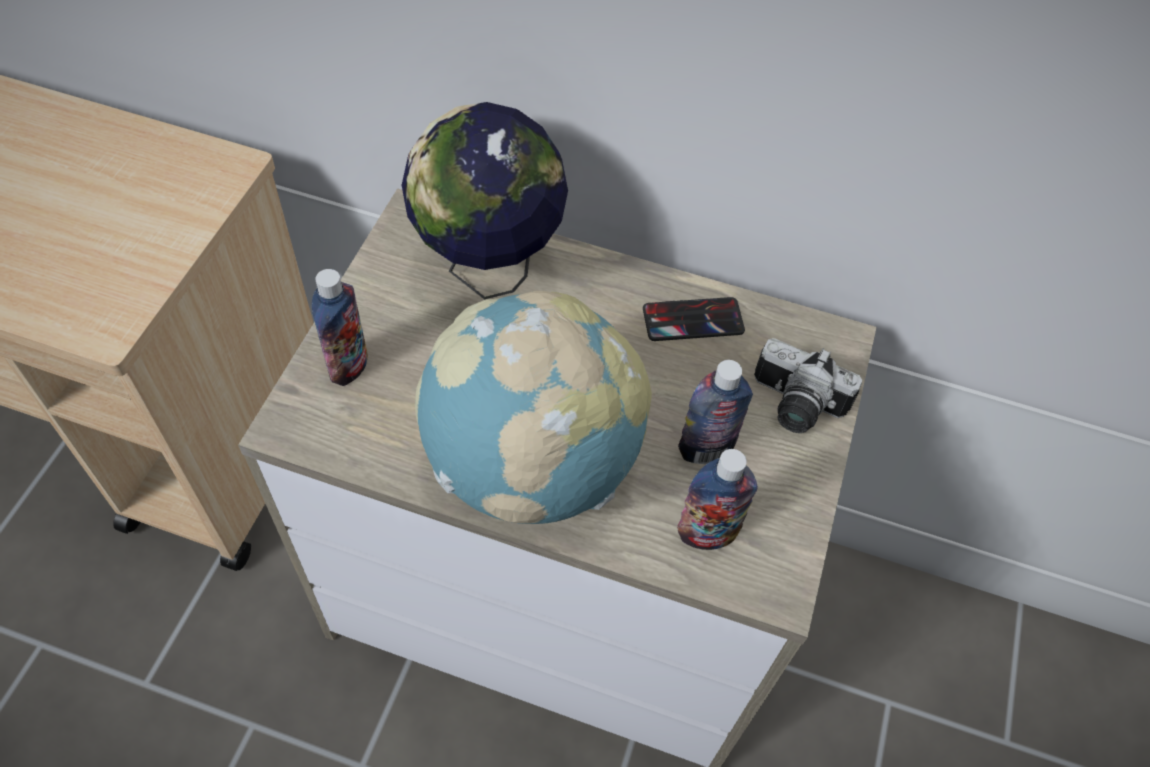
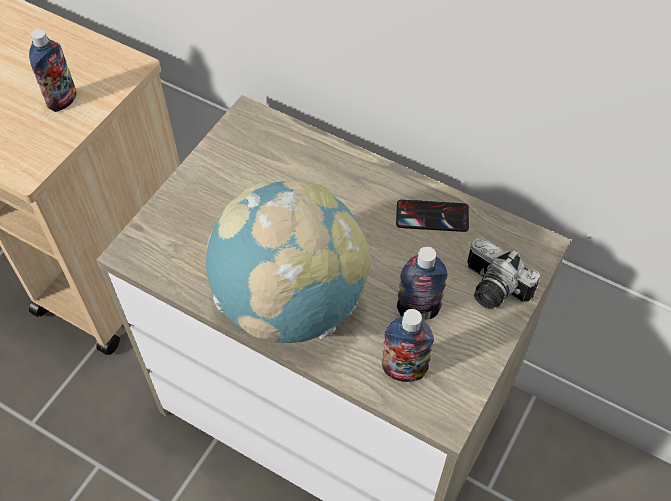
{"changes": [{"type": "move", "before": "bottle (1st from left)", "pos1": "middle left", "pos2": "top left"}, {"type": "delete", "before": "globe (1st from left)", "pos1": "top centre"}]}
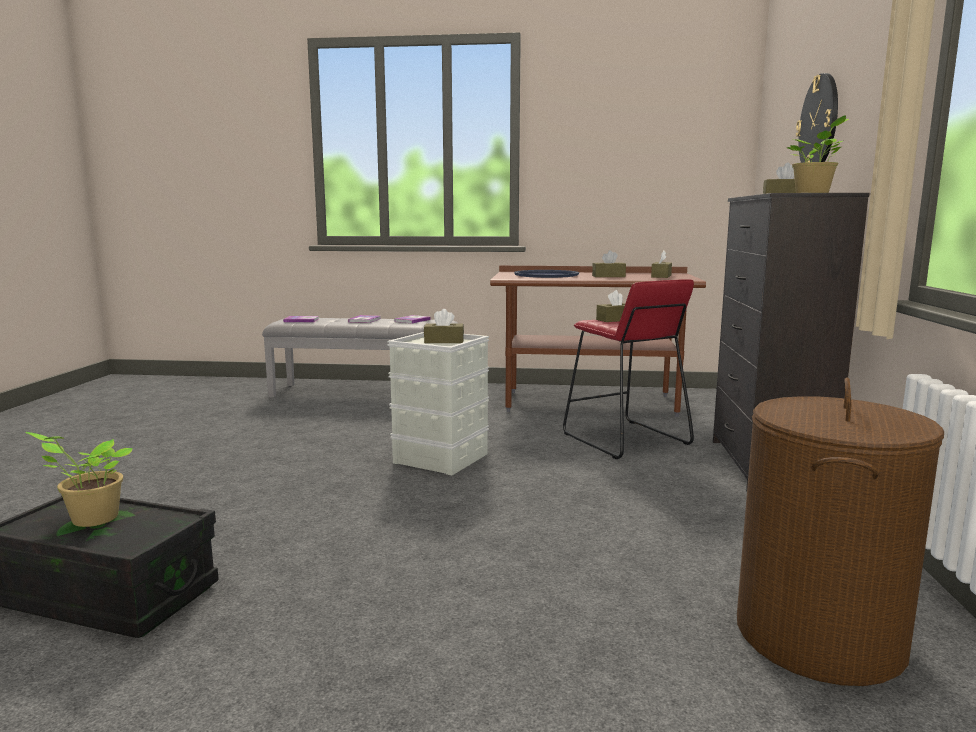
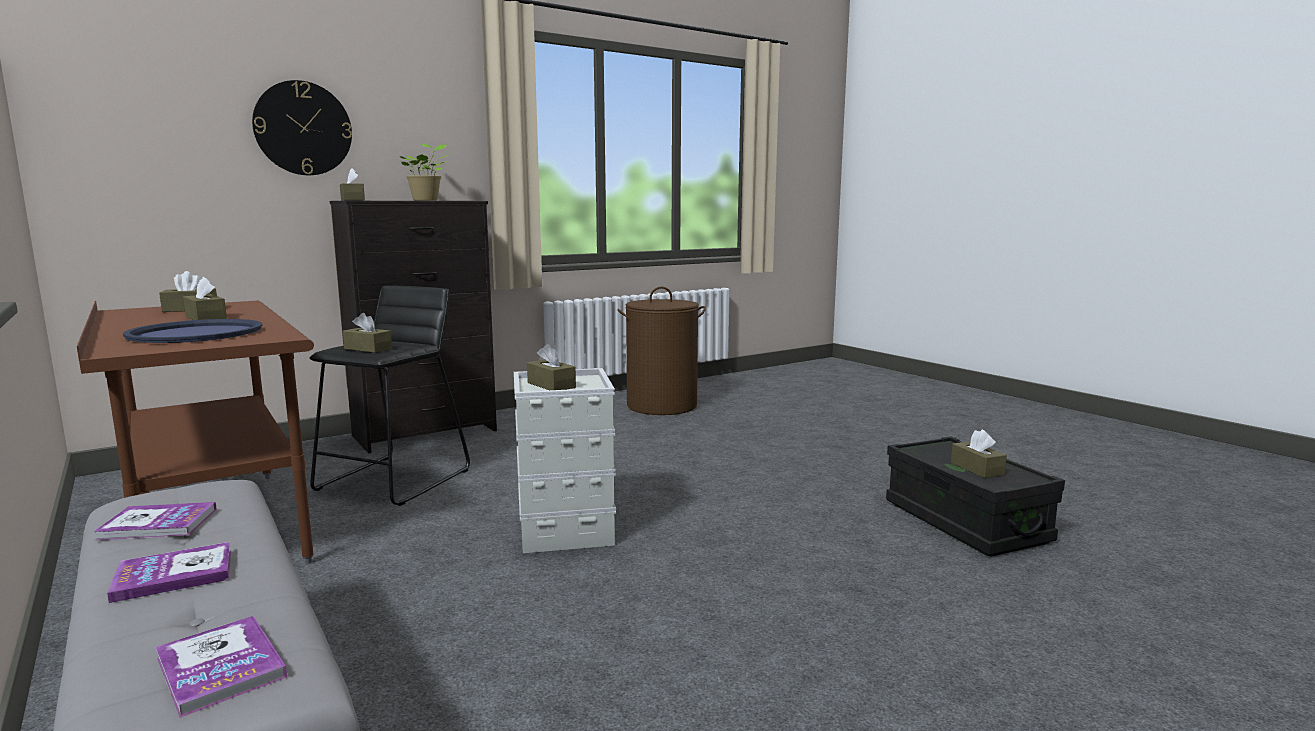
{"changes": [{"type": "replace", "before": "potted plant (1st from left)", "after": "brown tissue box (6th from left)", "pos1": "middle left", "pos2": "middle right"}, {"type": "recolor", "before": "red stool", "after": "black stool", "pos1": "centre", "pos2": "middle left"}]}
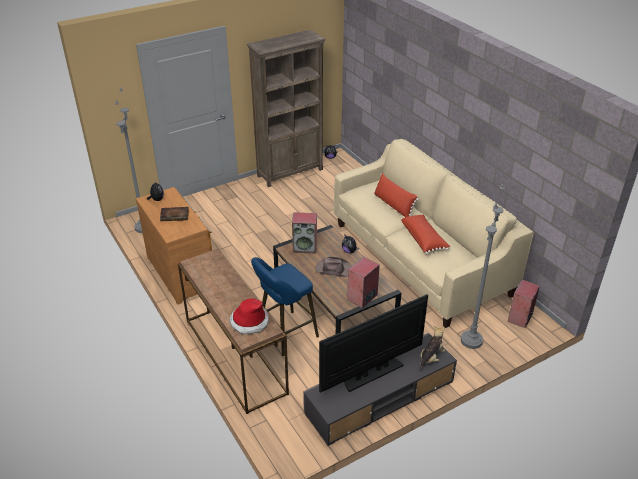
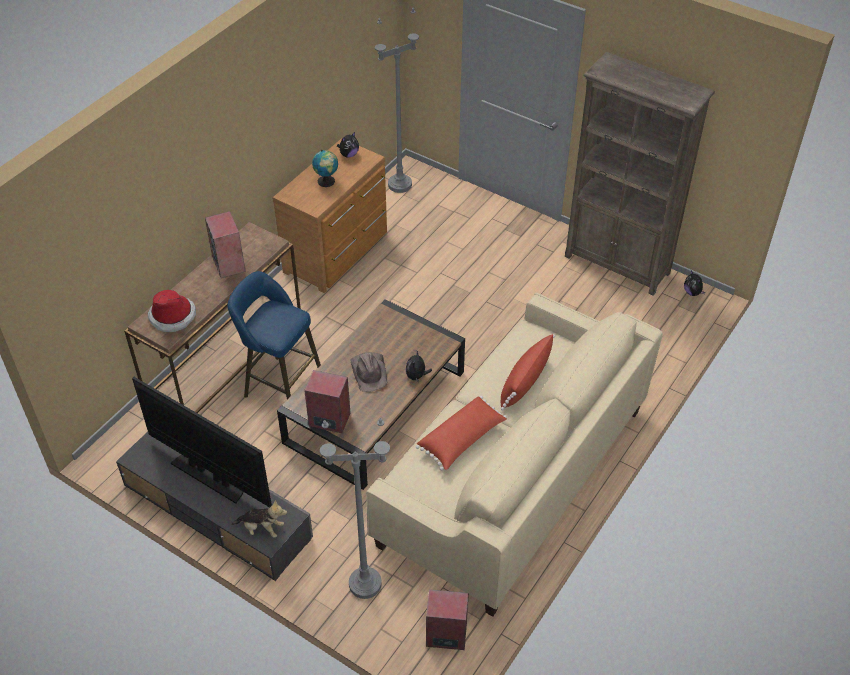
{"changes": [{"type": "replace", "before": "book", "after": "globe", "pos1": "middle left", "pos2": "top centre"}, {"type": "move", "before": "speaker (1st from left)", "pos1": "centre", "pos2": "middle left"}]}
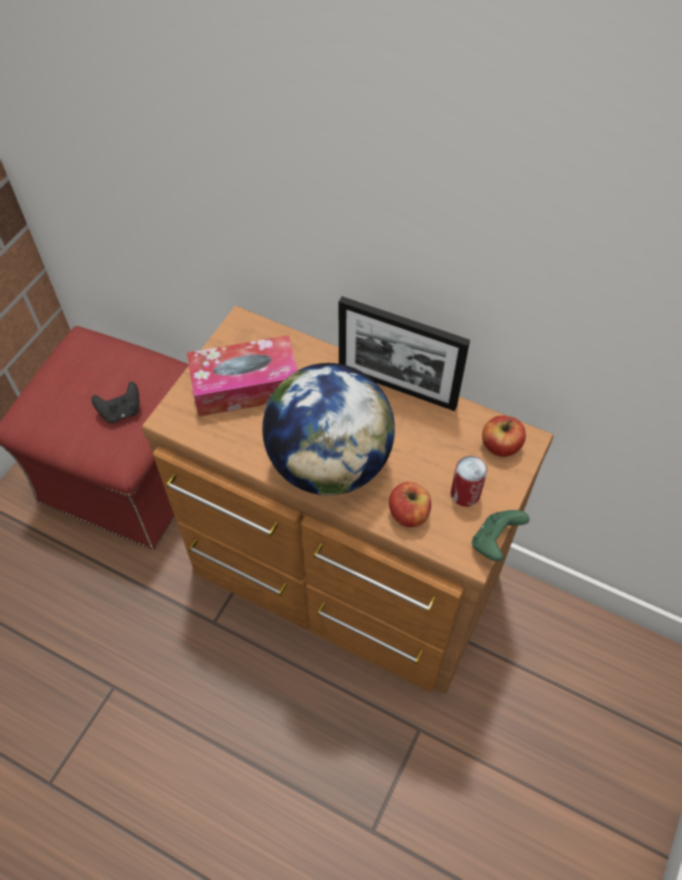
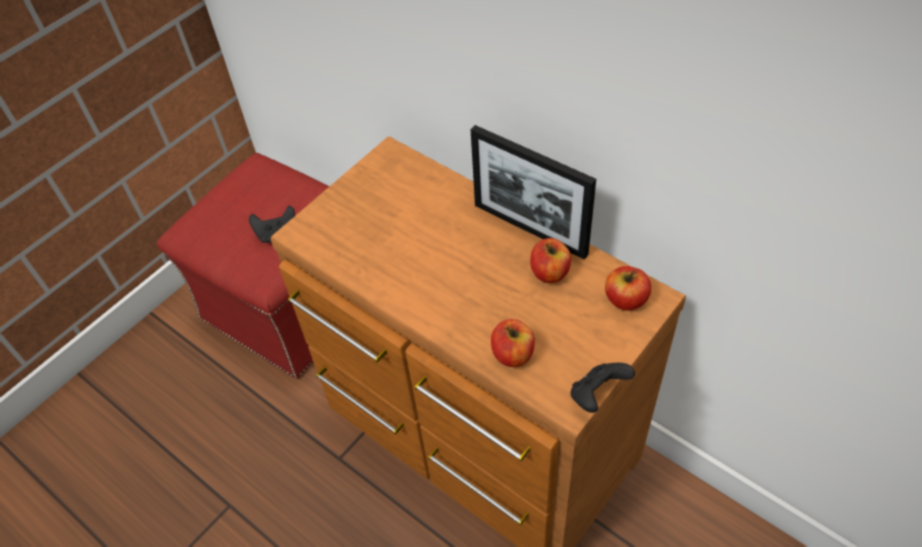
{"changes": [{"type": "delete", "before": "tissue box", "pos1": "centre"}, {"type": "delete", "before": "globe", "pos1": "centre"}, {"type": "delete", "before": "can", "pos1": "middle right"}, {"type": "recolor", "before": "green game controller", "after": "black game controller (2nd from left)", "pos1": "middle right", "pos2": "bottom centre"}, {"type": "insert", "after": "apple (2nd from left)", "pos2": "centre"}]}
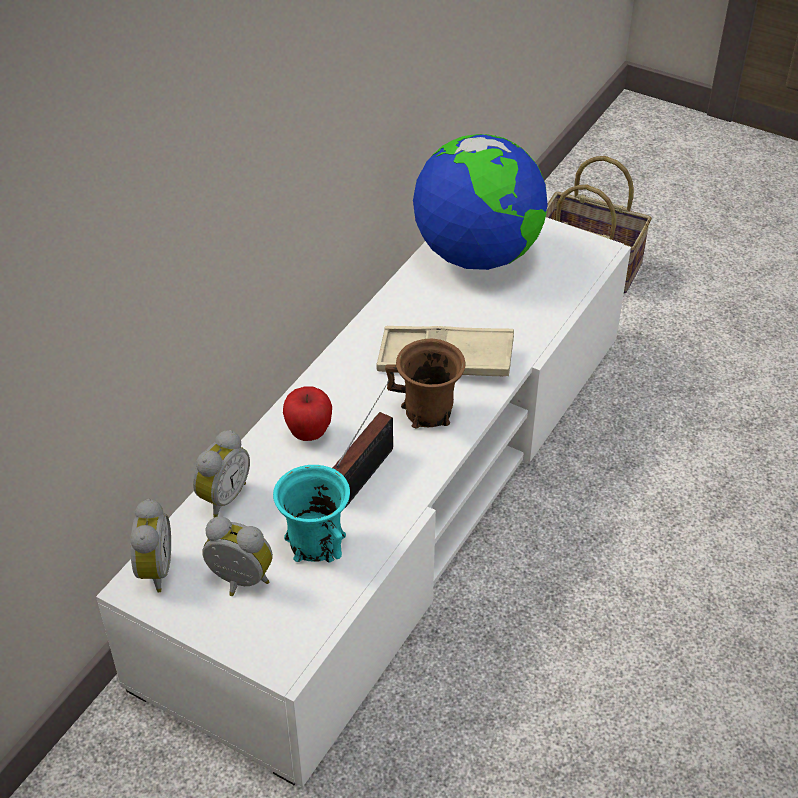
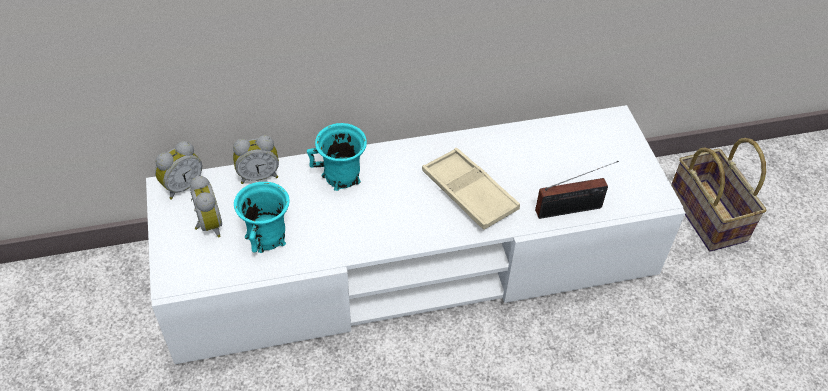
{"changes": [{"type": "replace", "before": "apple", "after": "turquoise mug (2nd from left)", "pos1": "centre", "pos2": "centre"}, {"type": "move", "before": "radio", "pos1": "centre", "pos2": "middle right"}, {"type": "delete", "before": "brown mug", "pos1": "centre"}, {"type": "delete", "before": "globe", "pos1": "top centre"}]}
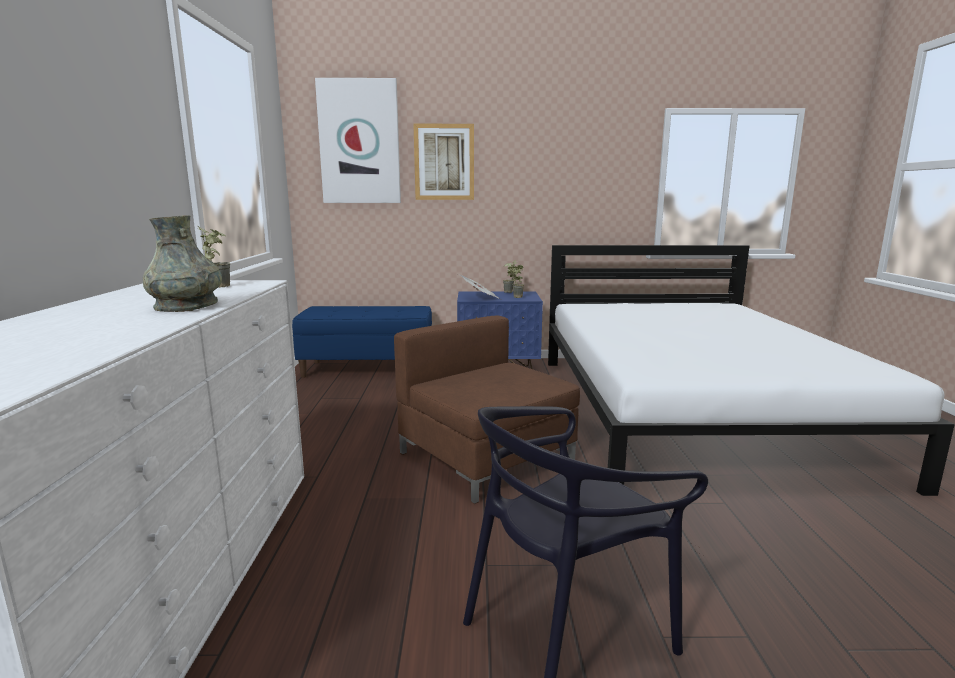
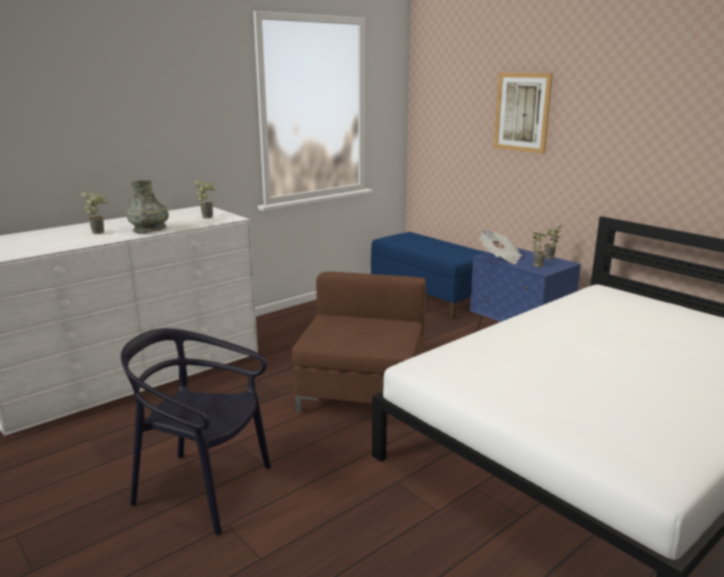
{"changes": [{"type": "delete", "before": "picture (1st from left)", "pos1": "top centre"}, {"type": "insert", "after": "potted plant (1st from left)", "pos2": "middle left"}]}
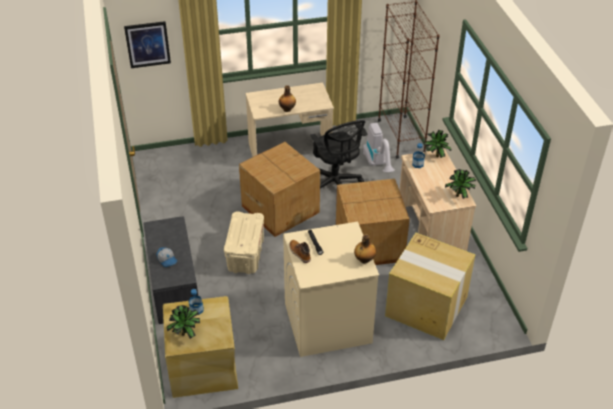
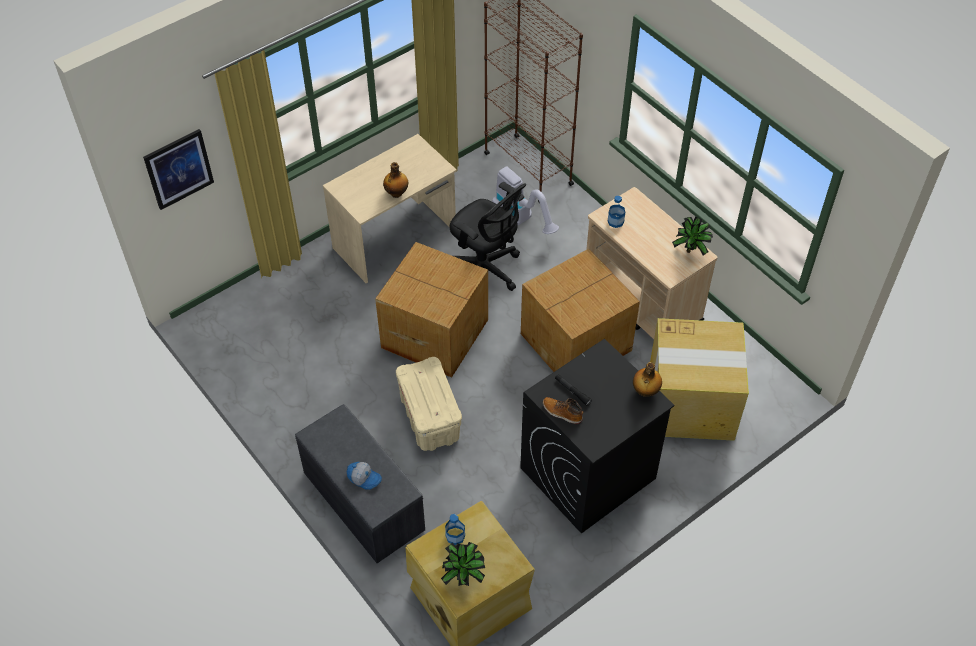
{"changes": [{"type": "recolor", "before": "beige washing machine", "after": "black washing machine", "pos1": "bottom centre", "pos2": "bottom centre"}, {"type": "delete", "before": "potted plant (2nd from left)", "pos1": "middle right"}]}
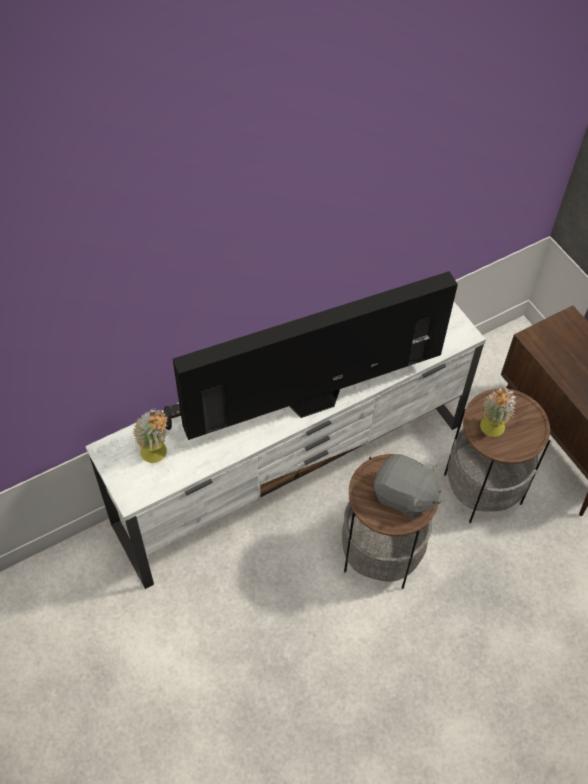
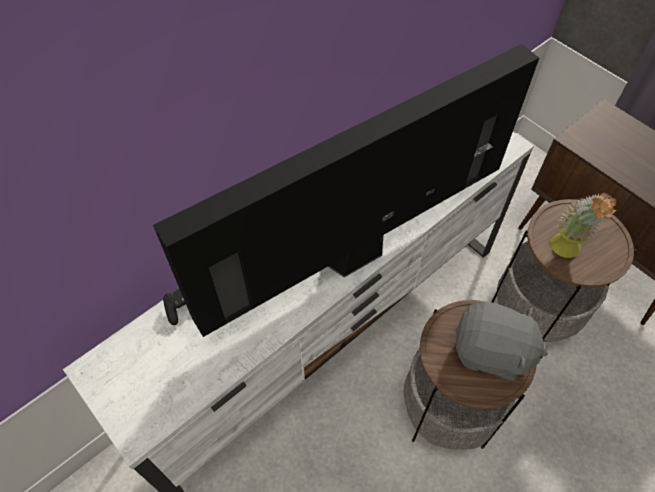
{"changes": [{"type": "delete", "before": "potted plant (1st from left)", "pos1": "middle left"}]}
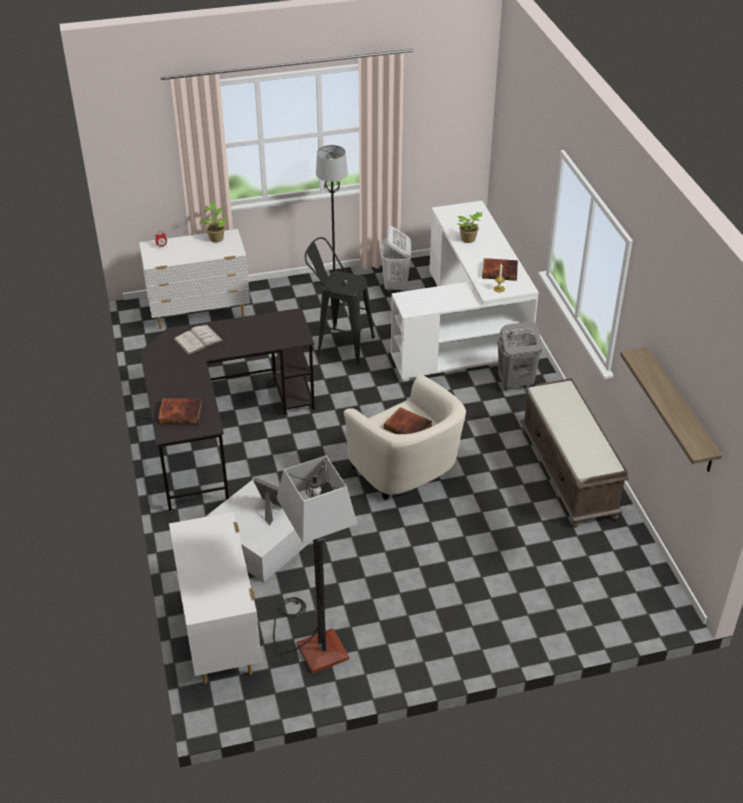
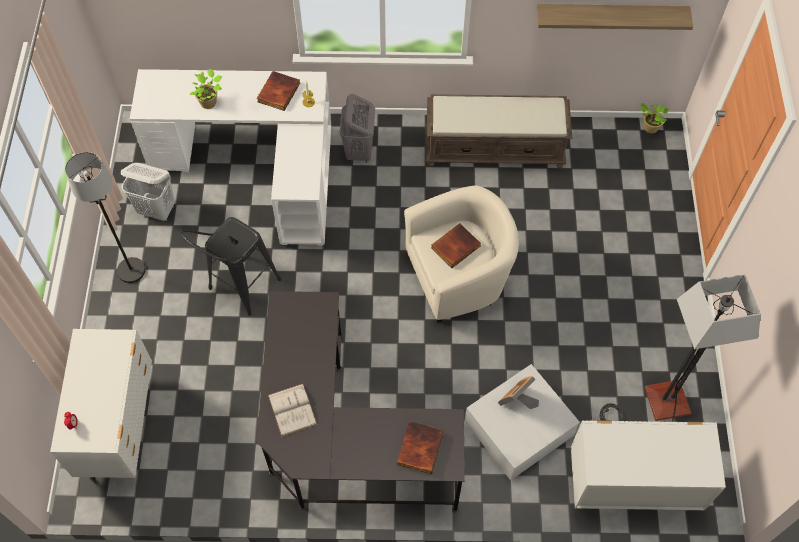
{"changes": [{"type": "move", "before": "potted plant (1st from left in the first image)", "after": "potted plant (2nd from left)", "pos1": "top left", "pos2": "top right"}]}
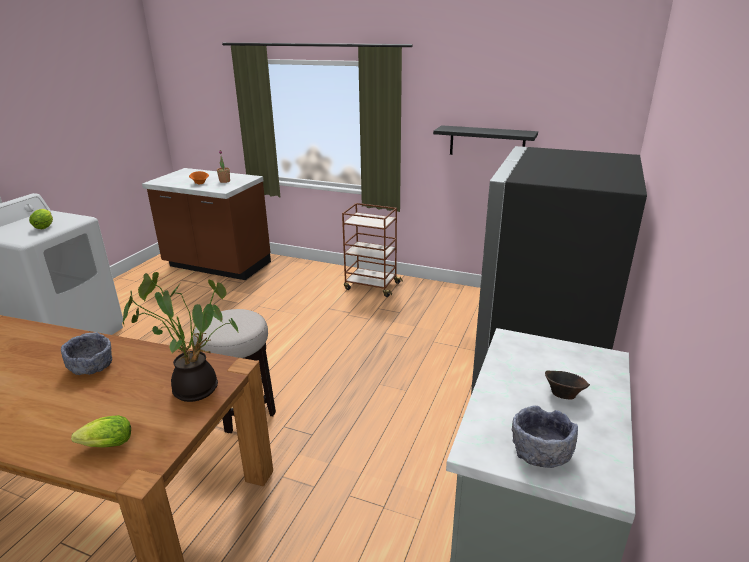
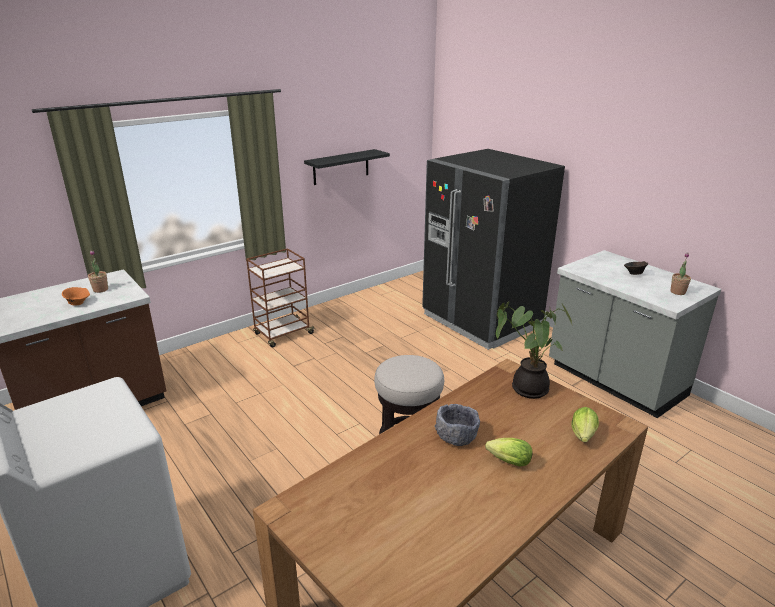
{"changes": [{"type": "move", "before": "lettuce (1st from left)", "pos1": "middle left", "pos2": "bottom centre"}, {"type": "replace", "before": "grey bowl (2nd from left)", "after": "potted plant (3rd from left)", "pos1": "bottom right", "pos2": "middle right"}]}
